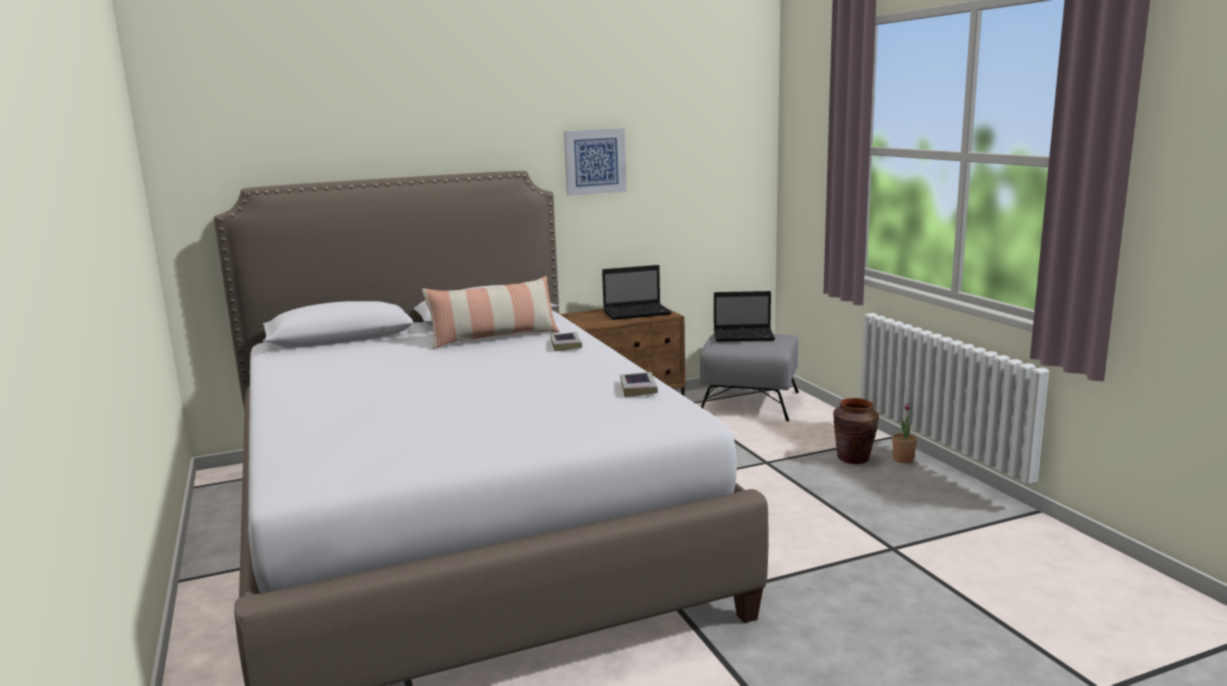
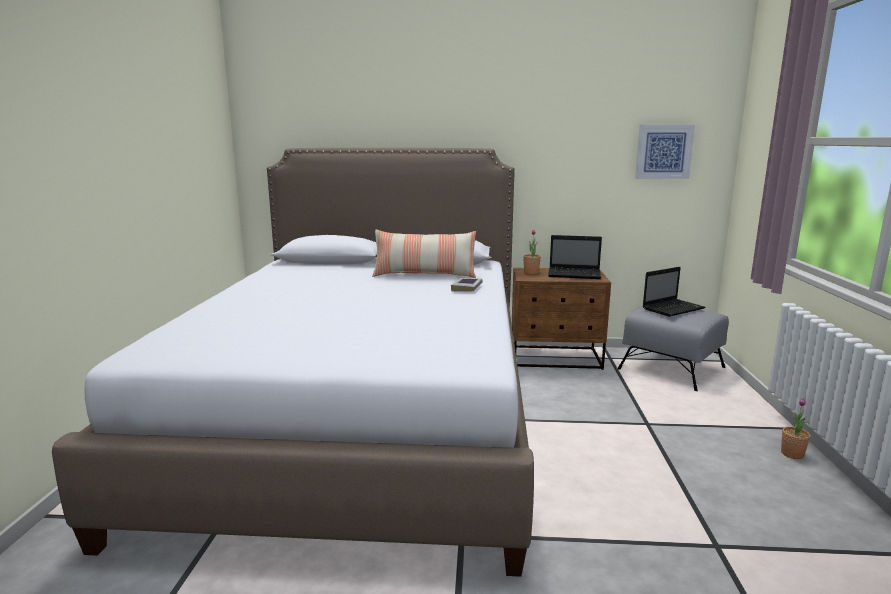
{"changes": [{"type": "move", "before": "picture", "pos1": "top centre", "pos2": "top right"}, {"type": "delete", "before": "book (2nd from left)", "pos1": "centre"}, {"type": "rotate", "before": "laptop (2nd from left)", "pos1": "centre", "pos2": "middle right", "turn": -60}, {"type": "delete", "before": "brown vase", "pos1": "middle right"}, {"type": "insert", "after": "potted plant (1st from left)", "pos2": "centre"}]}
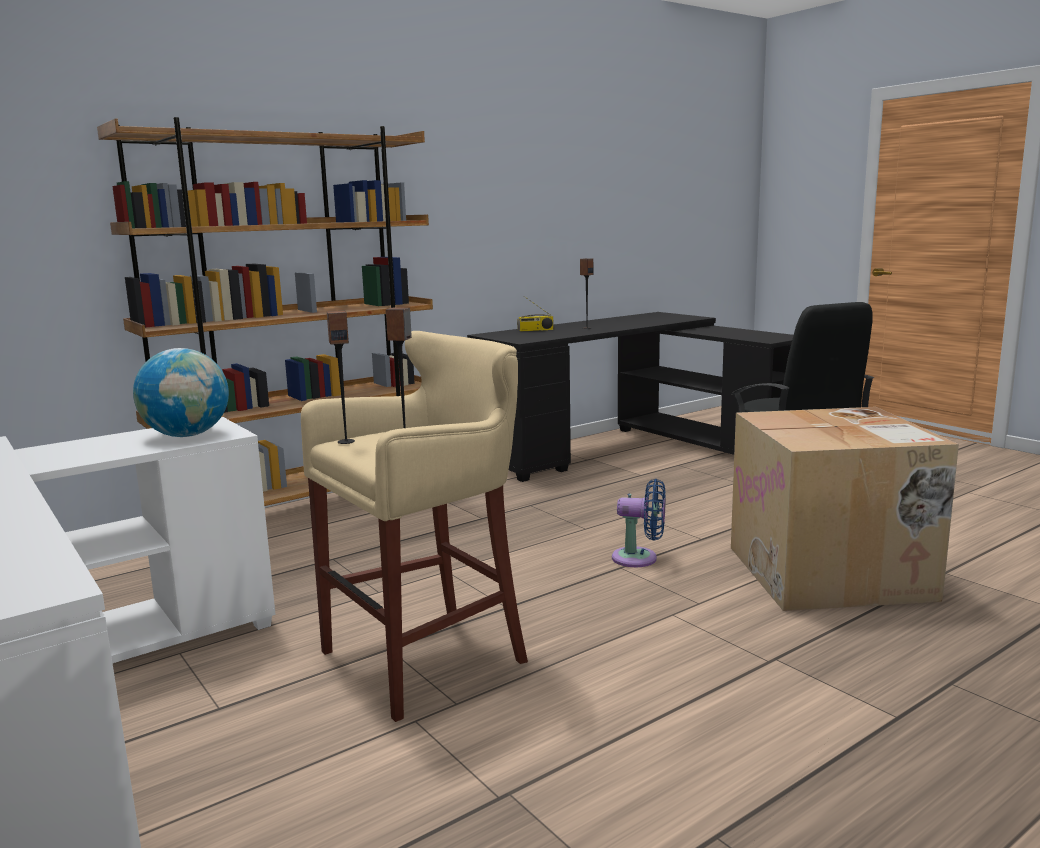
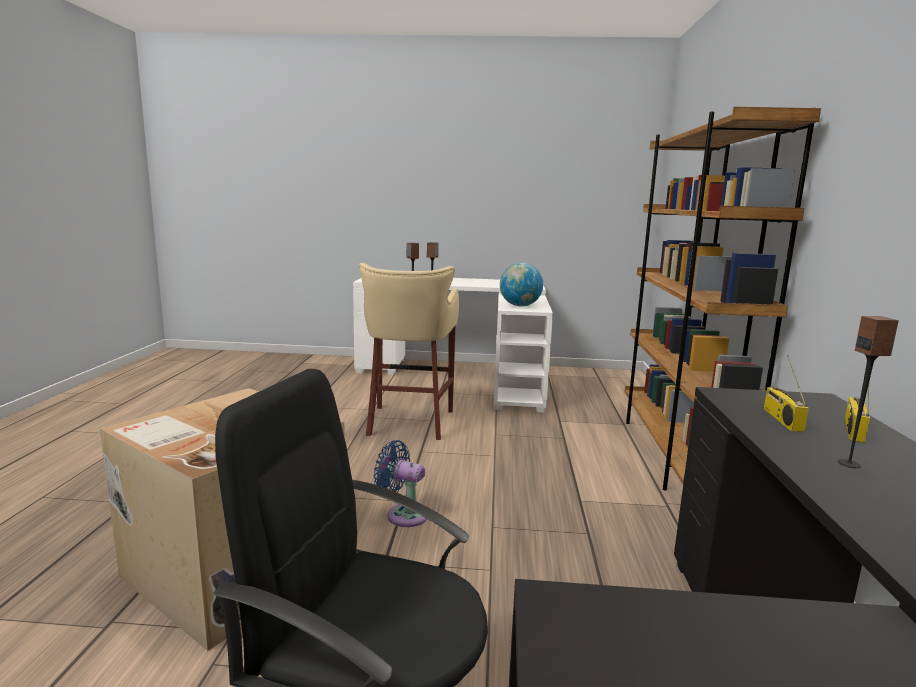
{"changes": [{"type": "rotate", "before": "blue fan", "pos1": "centre", "pos2": "bottom centre", "turn": 60}, {"type": "insert", "after": "radio (1st from left)", "pos2": "middle right"}]}
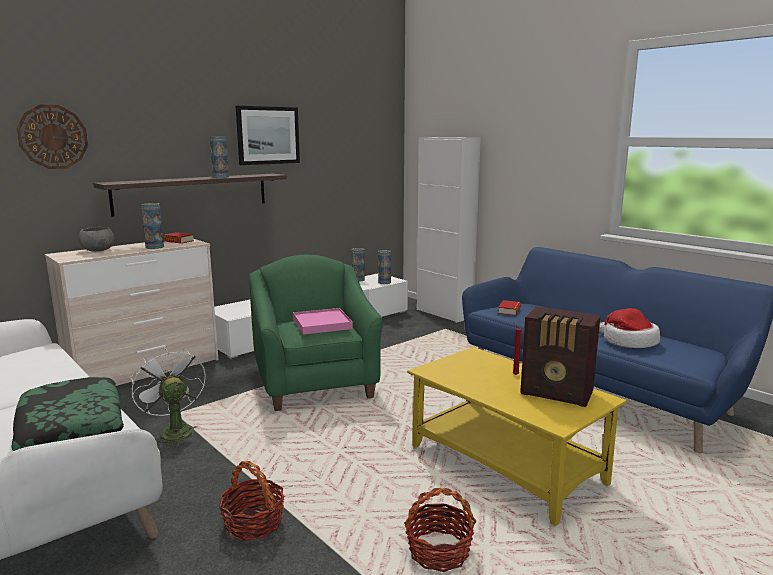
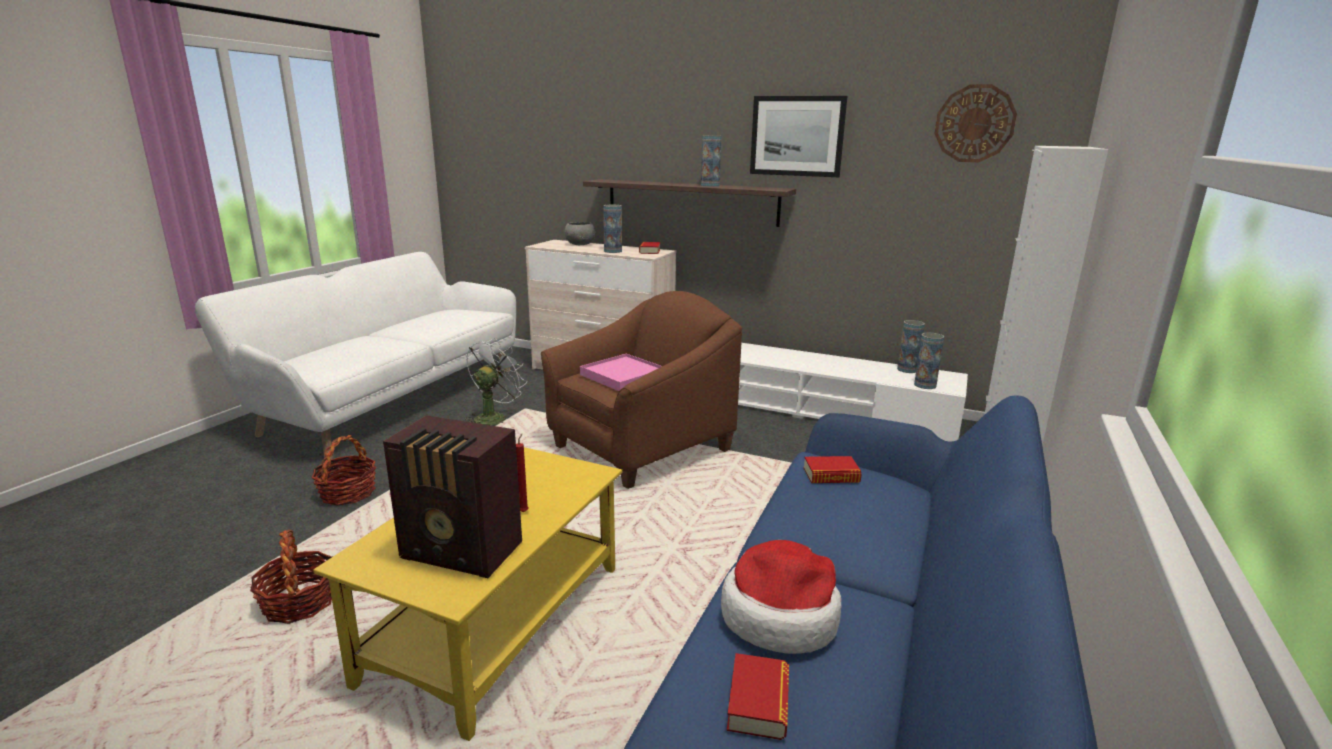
{"changes": [{"type": "delete", "before": "pillow", "pos1": "bottom left"}, {"type": "move", "before": "wall clock", "pos1": "top left", "pos2": "top right"}, {"type": "recolor", "before": "green armchair", "after": "brown armchair", "pos1": "centre", "pos2": "centre"}, {"type": "rotate", "before": "radio", "pos1": "middle right", "pos2": "centre", "turn": -75}, {"type": "insert", "after": "book (2nd from left)", "pos2": "bottom centre"}]}
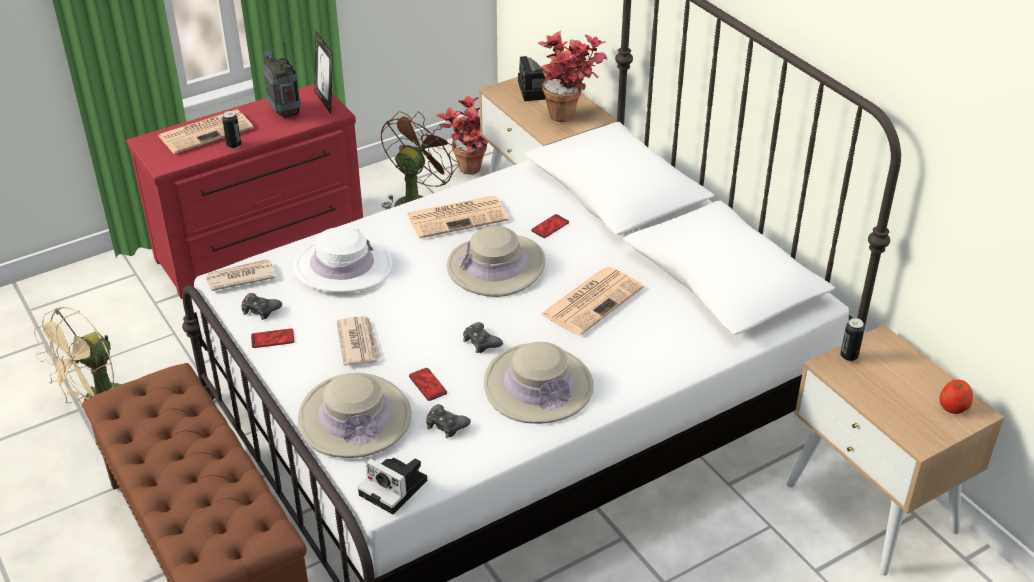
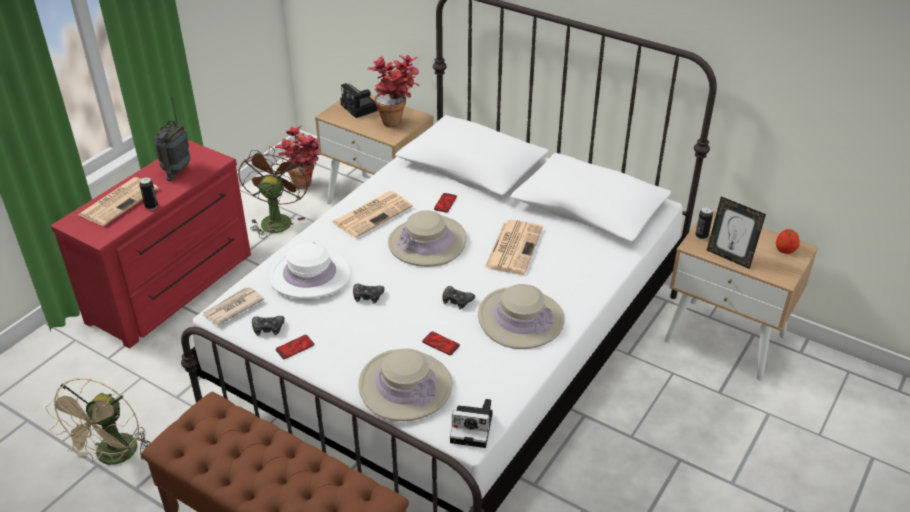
{"changes": [{"type": "rotate", "before": "radio", "pos1": "top left", "pos2": "top left", "turn": -105}, {"type": "move", "before": "picture frame", "pos1": "top left", "pos2": "middle right"}, {"type": "delete", "before": "newspaper (3rd from left)", "pos1": "centre"}, {"type": "move", "before": "black game controller (2nd from left)", "pos1": "bottom centre", "pos2": "centre"}]}
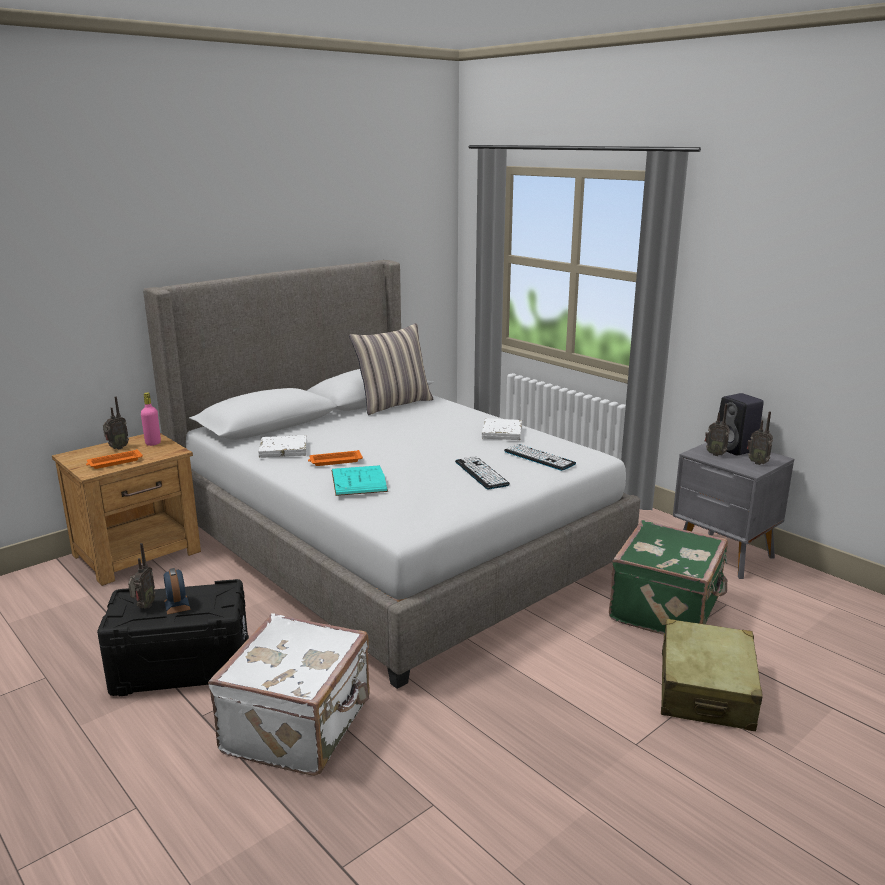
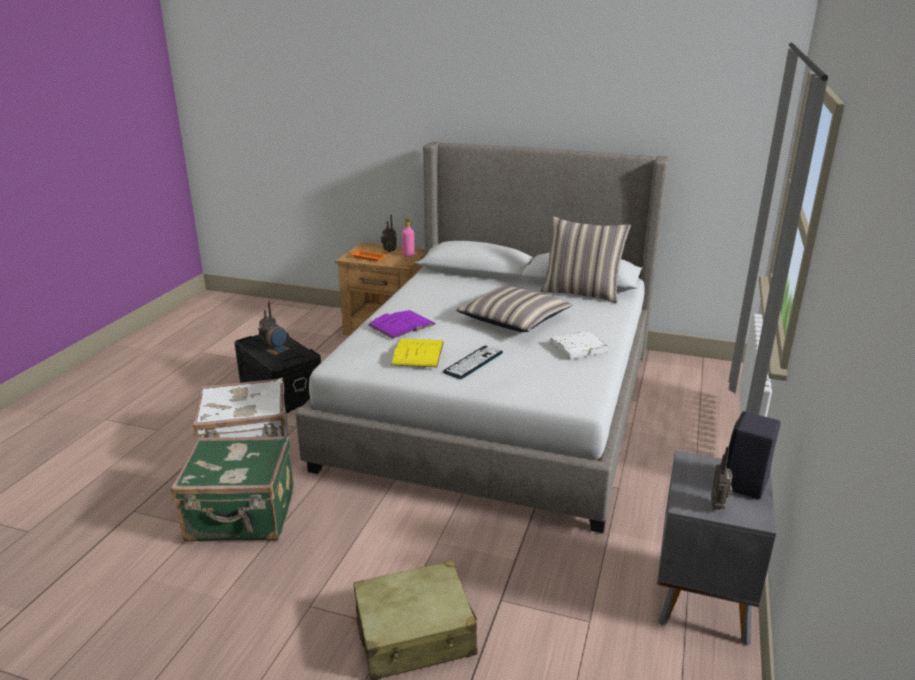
{"changes": [{"type": "delete", "before": "white book (1st from left)", "pos1": "middle left"}, {"type": "delete", "before": "orange tray (2nd from left)", "pos1": "centre"}, {"type": "recolor", "before": "turquoise book", "after": "purple book", "pos1": "centre", "pos2": "centre"}, {"type": "delete", "before": "keyboard (2nd from left)", "pos1": "centre"}, {"type": "move", "before": "green suitcase", "pos1": "middle right", "pos2": "bottom left"}, {"type": "delete", "before": "radio (3rd from left)", "pos1": "middle right"}, {"type": "insert", "after": "yellow book", "pos2": "centre"}, {"type": "insert", "after": "pillow (1st from left)", "pos2": "centre"}]}
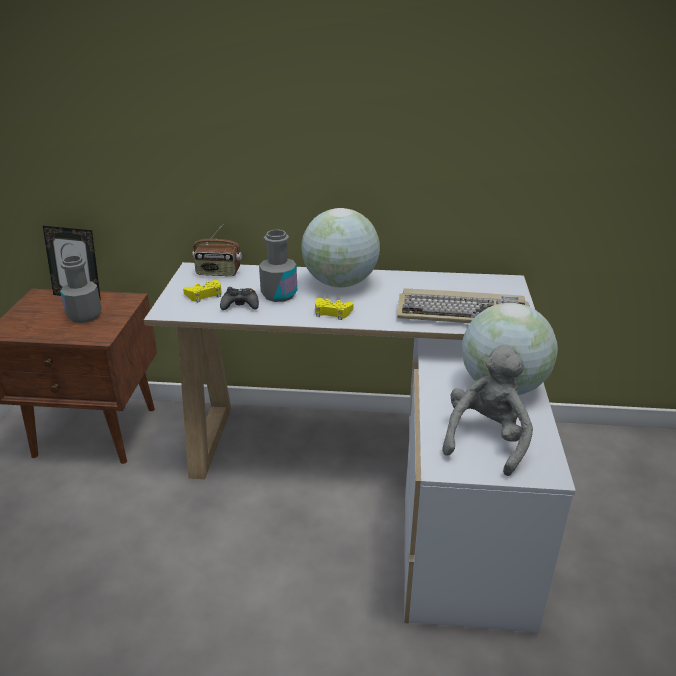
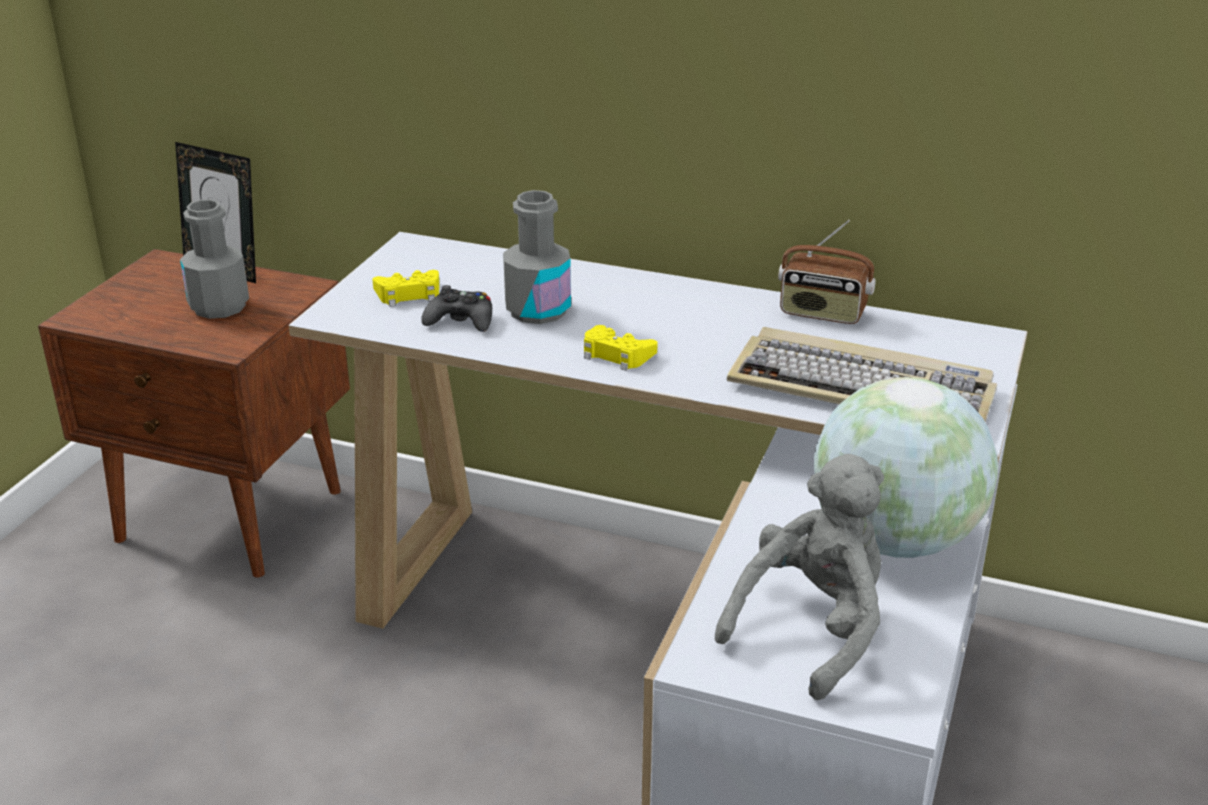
{"changes": [{"type": "move", "before": "radio", "pos1": "middle left", "pos2": "middle right"}, {"type": "delete", "before": "globe (1st from left)", "pos1": "centre"}]}
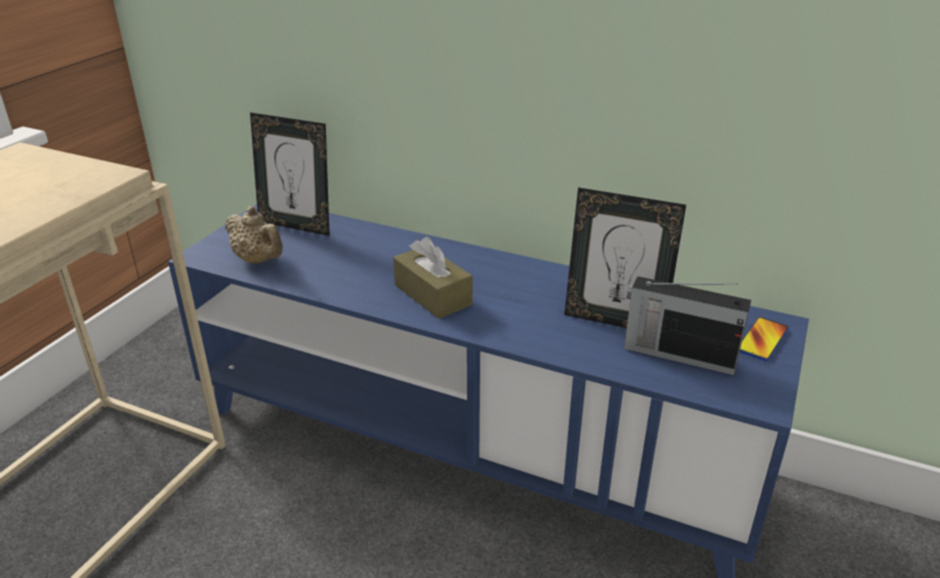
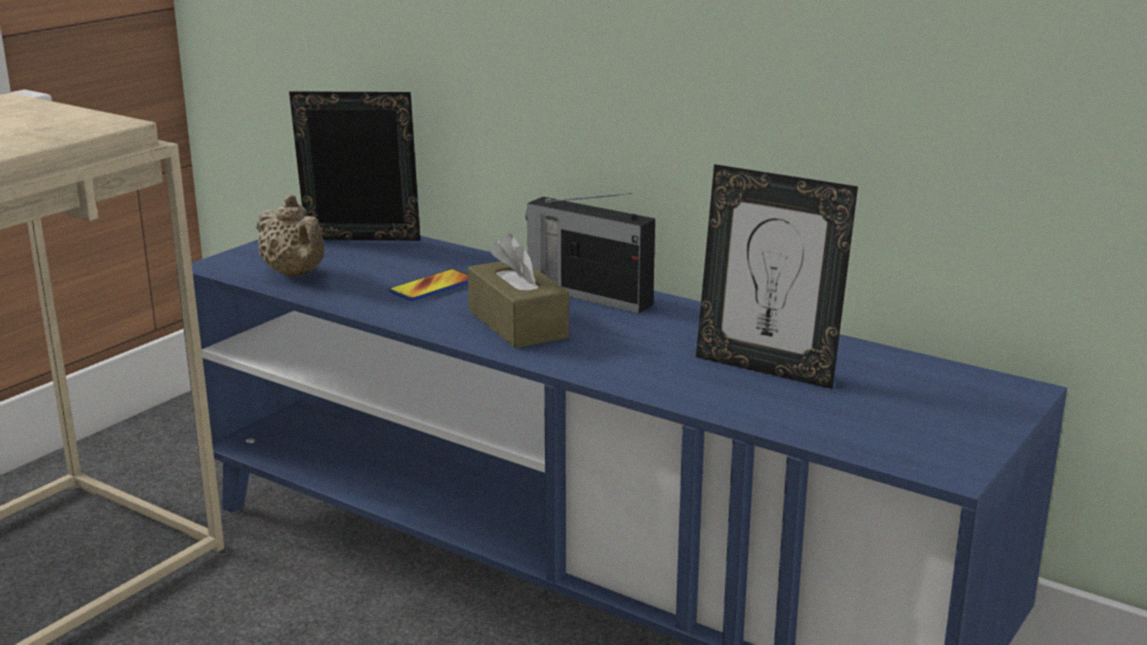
{"changes": [{"type": "rotate", "before": "picture frame (1st from left)", "pos1": "top left", "pos2": "top left", "turn": 150}, {"type": "move", "before": "radio", "pos1": "middle right", "pos2": "centre"}, {"type": "move", "before": "phone", "pos1": "middle right", "pos2": "centre"}]}
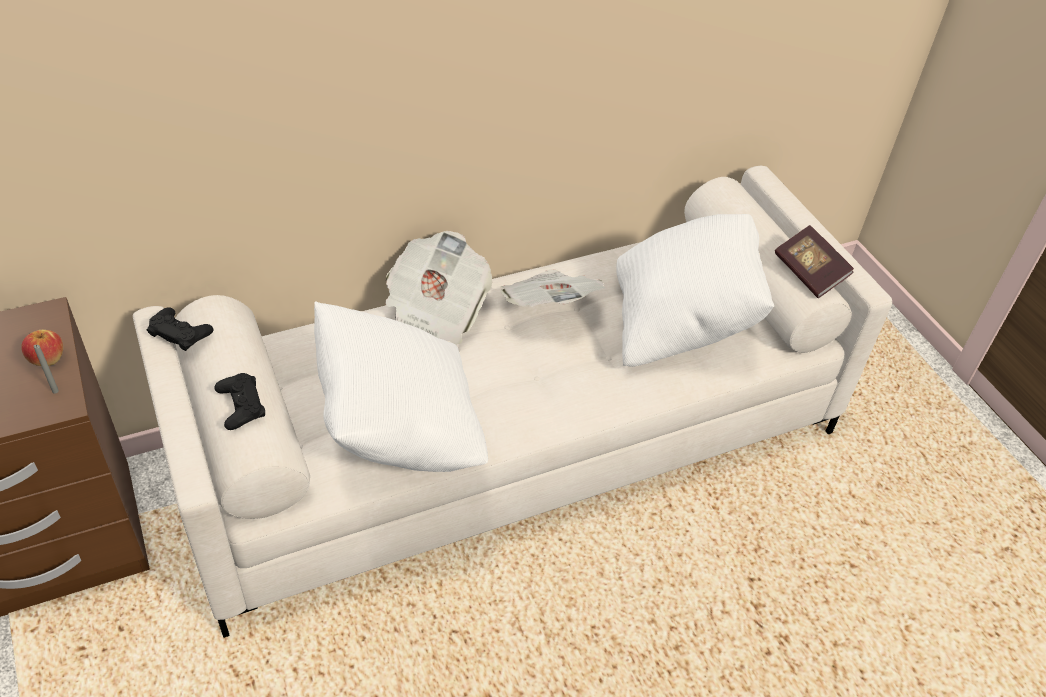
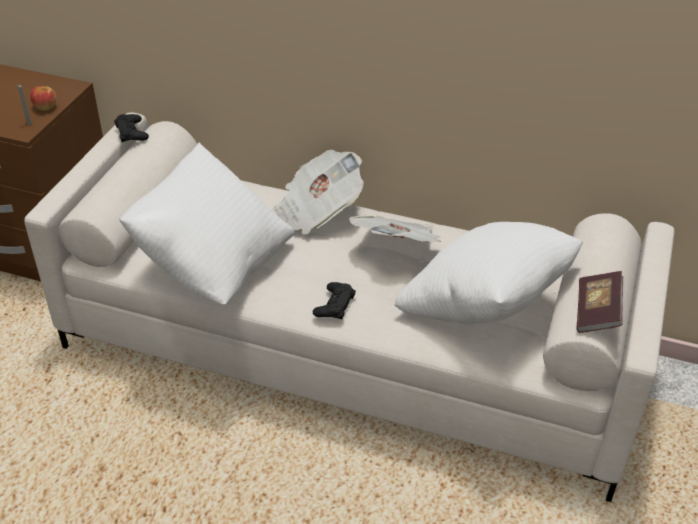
{"changes": [{"type": "move", "before": "black game controller (2nd from left)", "pos1": "middle left", "pos2": "centre"}]}
